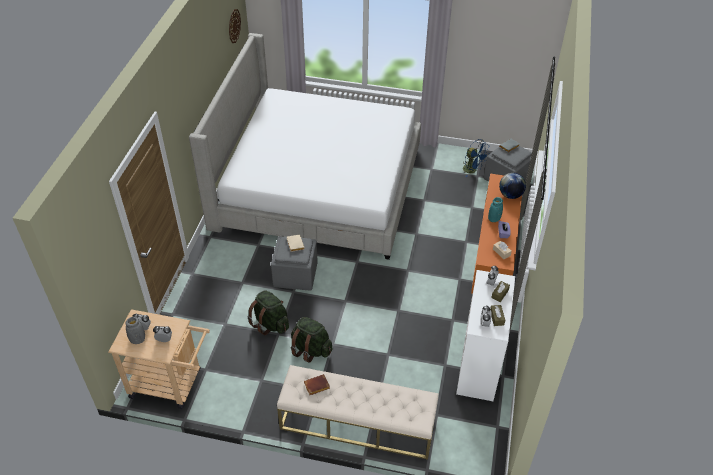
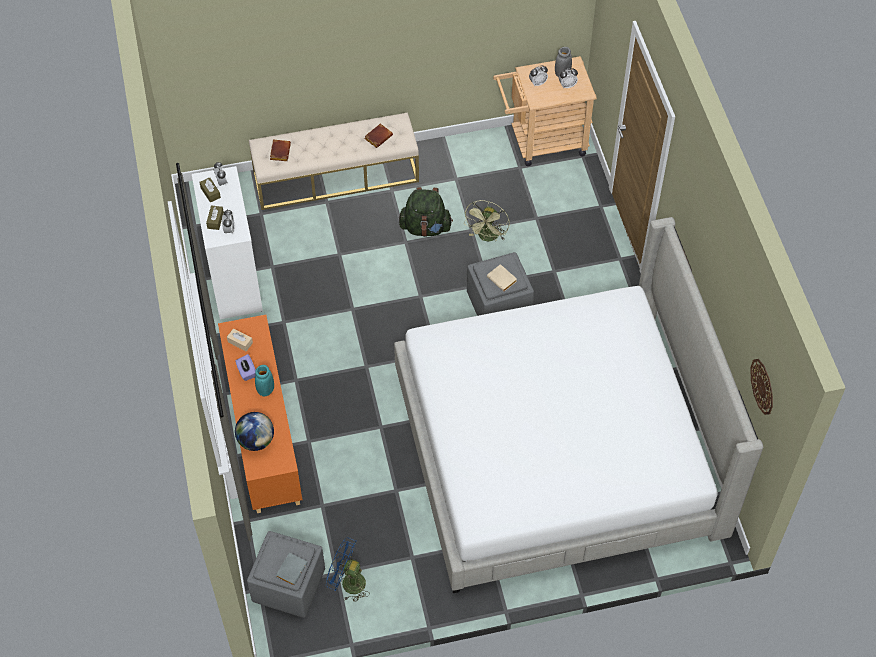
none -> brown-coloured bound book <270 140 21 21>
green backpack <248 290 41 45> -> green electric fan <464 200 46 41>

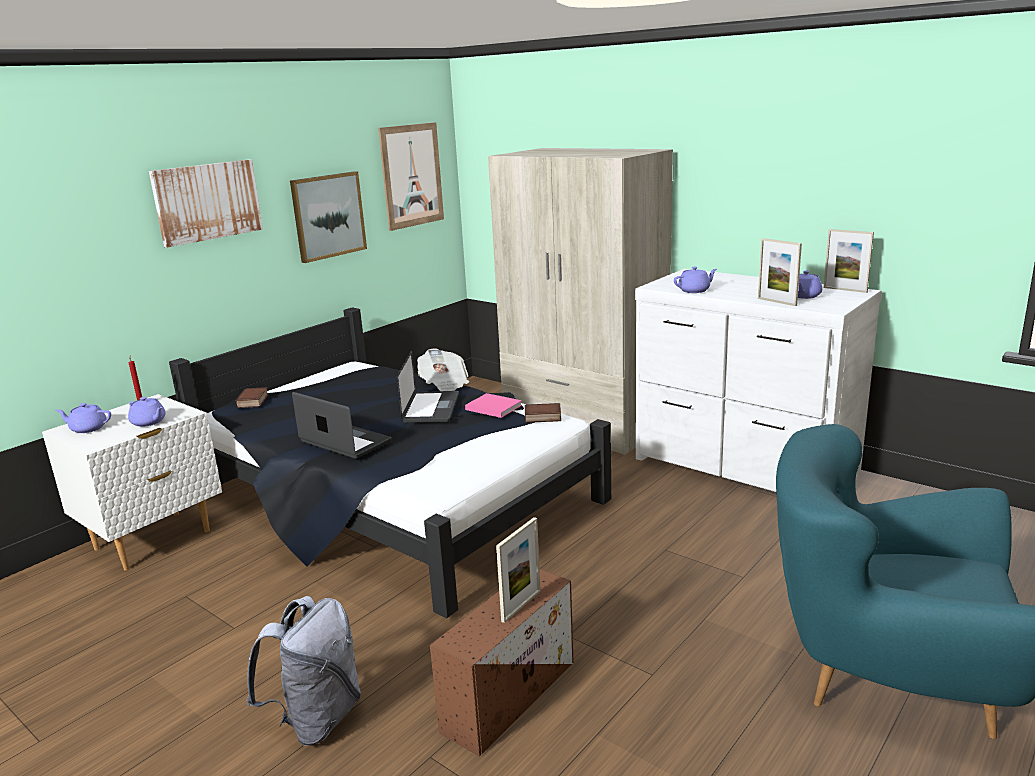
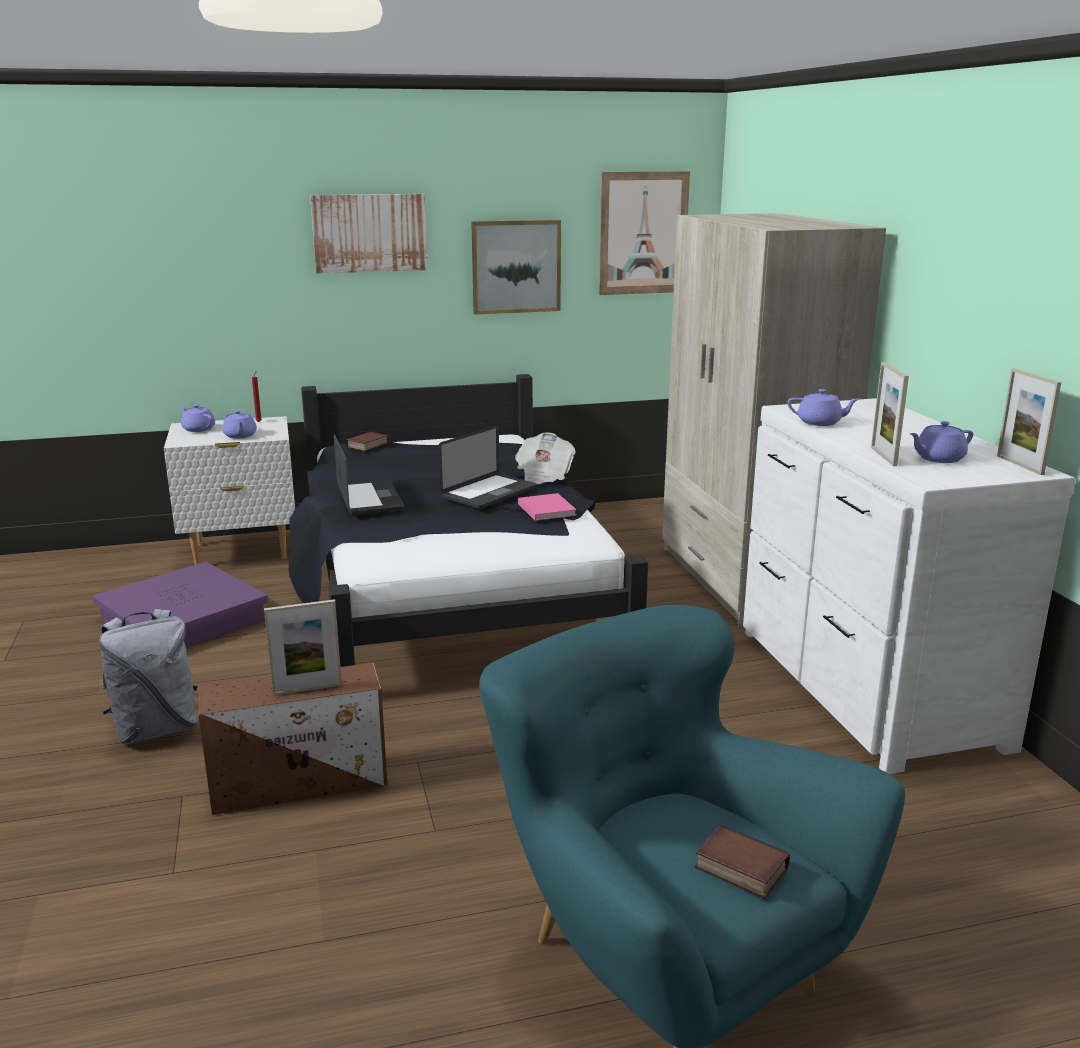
none -> purplish storage box <92 562 176 86>
bound book <525 403 36 20> -> bound book <695 825 95 74>, move

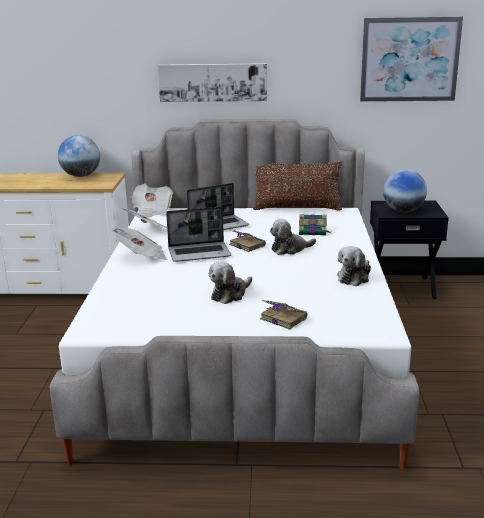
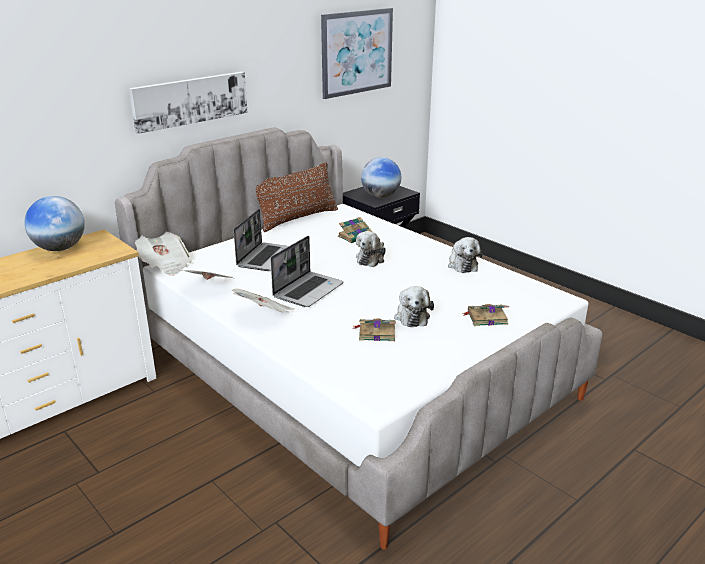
bound book <229 229 37 23> -> bound book <354 319 42 22>, move

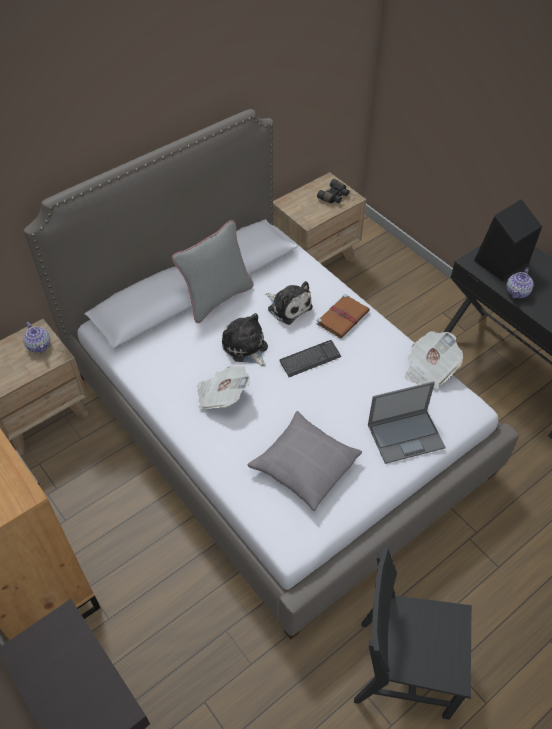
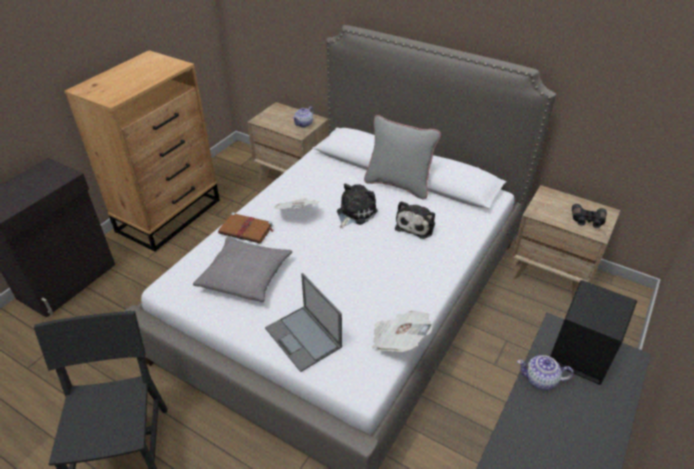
computer keyboard <279 340 62 37> -> none
brown-coloured bound book <317 294 53 44> -> brown-coloured bound book <218 212 55 31>, move

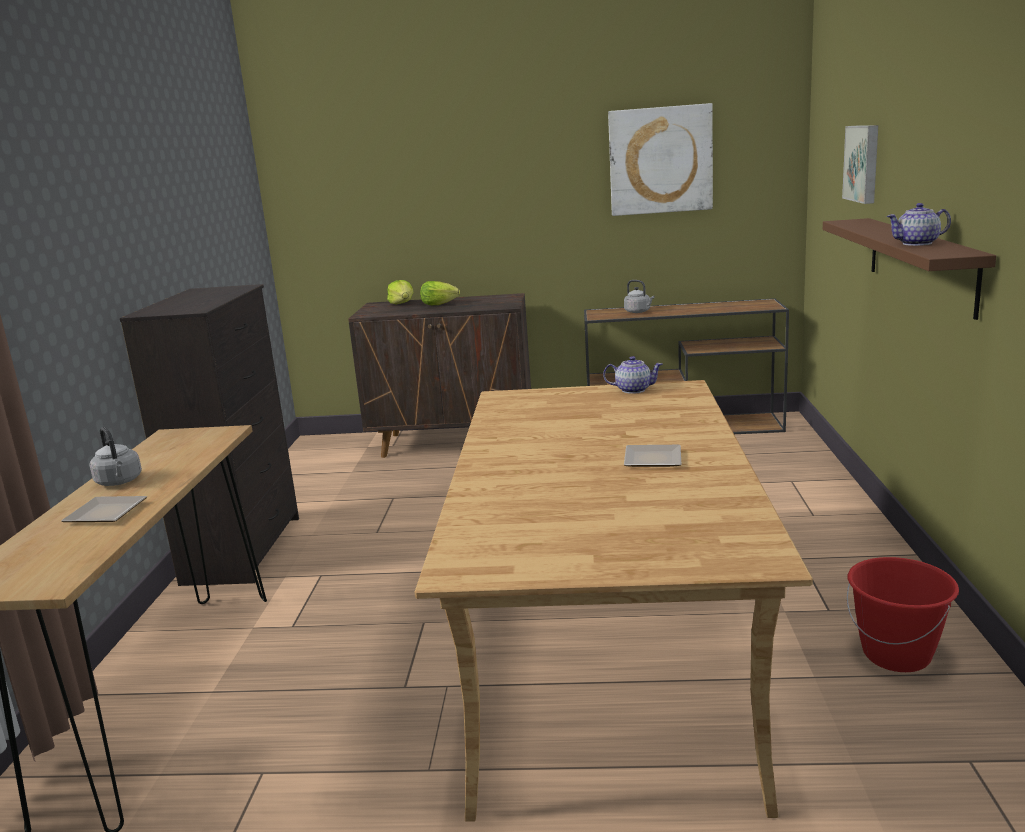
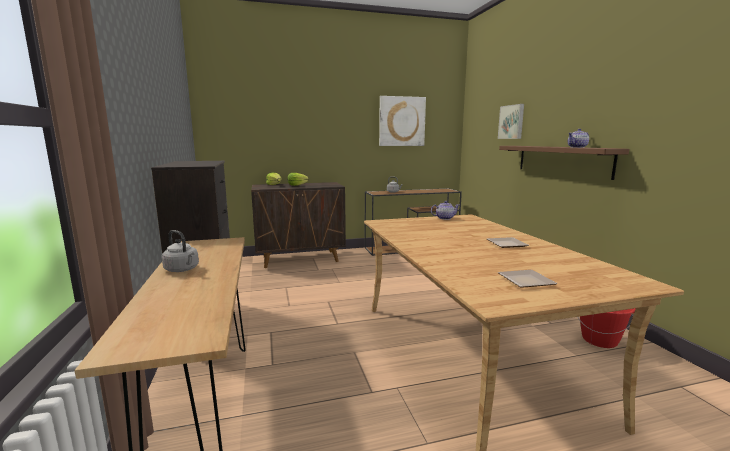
flat dish <61 496 86 26> -> flat dish <498 270 60 18>, move

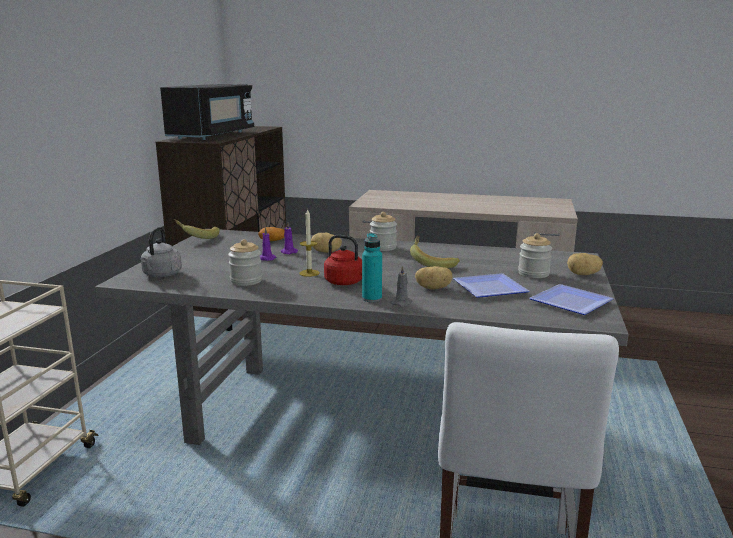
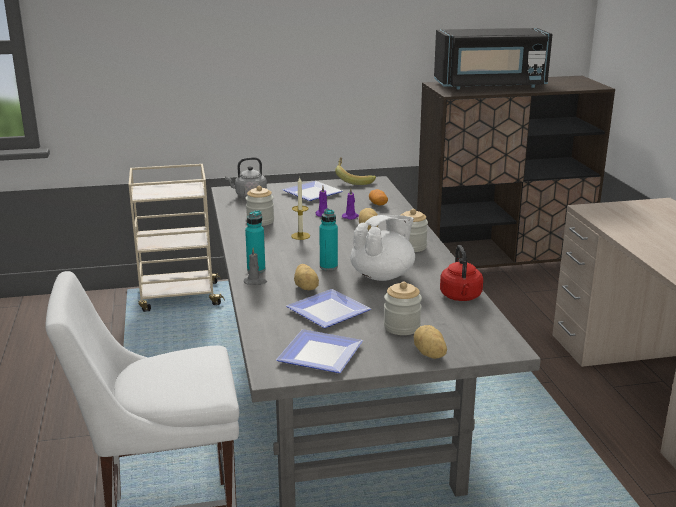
none -> flat dish <282 181 61 20>
none -> turquoise-coloured beverage bottle <319 209 19 62>
red-coloured water kettle <324 235 38 50> -> red-coloured water kettle <440 245 43 56>, move
banana fruit <410 235 50 33> -> white pot for tea <350 215 65 66>

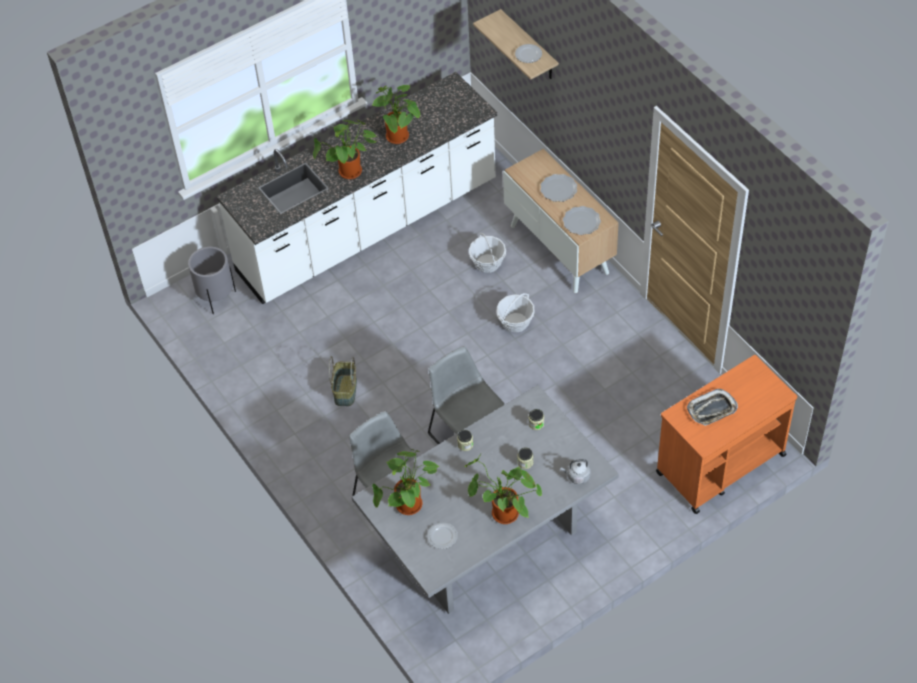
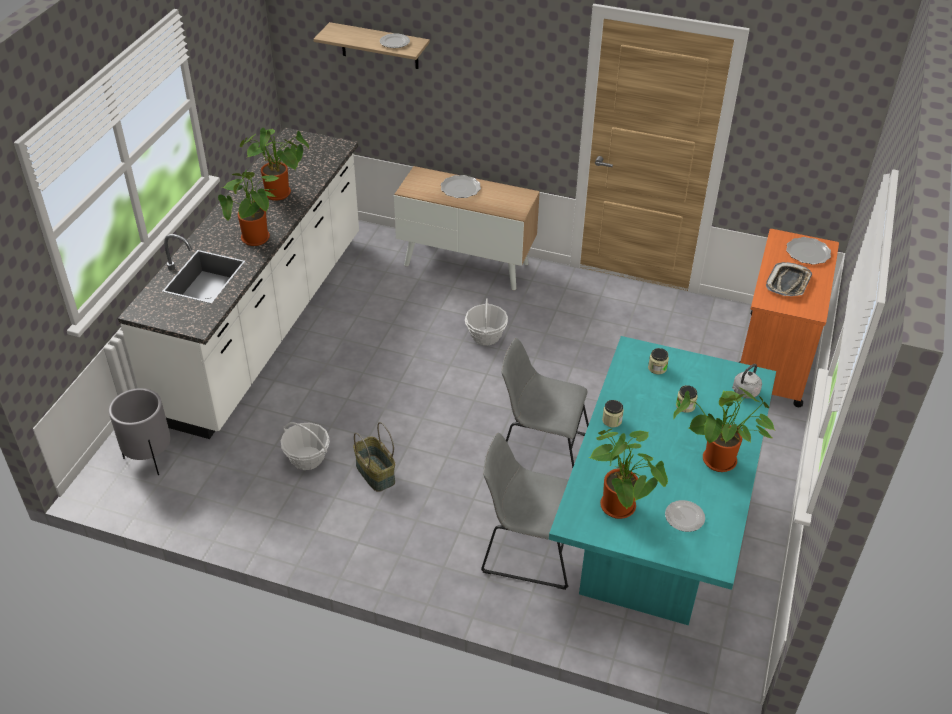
basket <469 233 37 40> -> basket <281 422 49 48>, move
flat dish <563 206 38 29> -> flat dish <786 237 45 28>, move
gray dining table <352 385 267 229> -> turquoise-coloured dining table <549 336 227 289>

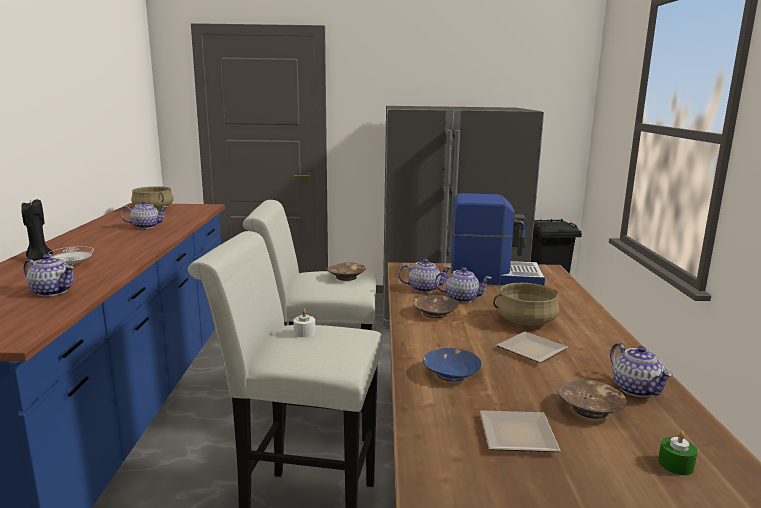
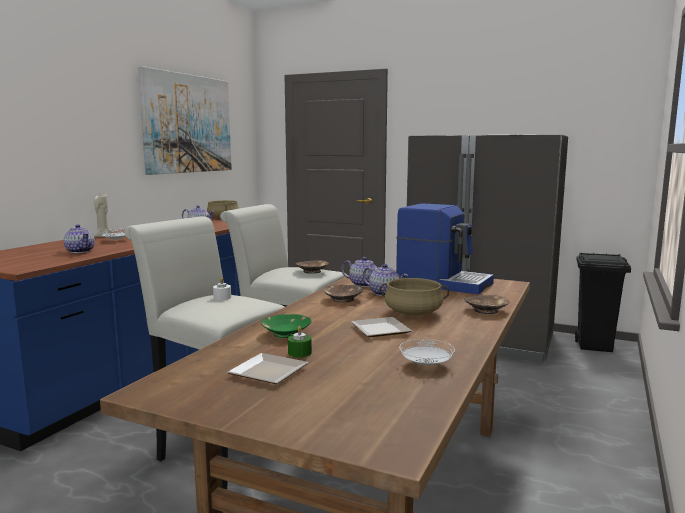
none -> wall art <138 66 94 109>
brown-coloured serving bowl <558 380 69 39> -> brown-coloured serving bowl <464 295 45 19>, move
green wax light <658 431 40 44> -> green wax light <288 326 24 32>, move
pot for tea <610 343 63 54> -> white flat dish <399 339 56 27>
blackish wax light <21 199 32 62> -> beige-coloured wax light <94 194 20 44>
bluish serving bowl <423 348 58 33> -> green serving bowl <261 314 50 24>

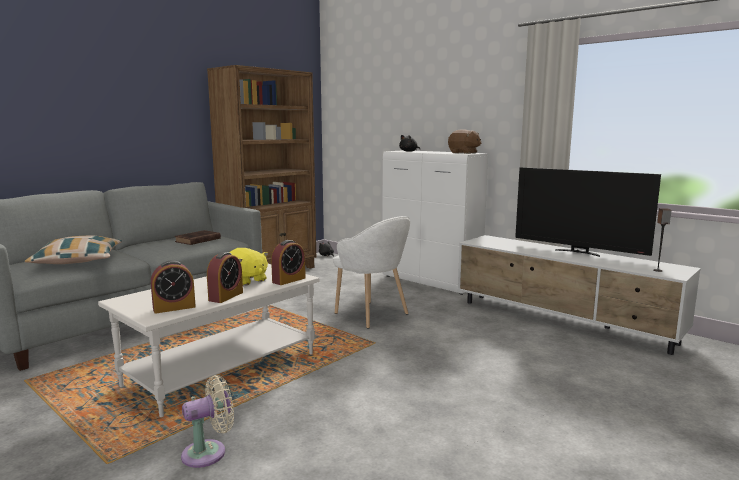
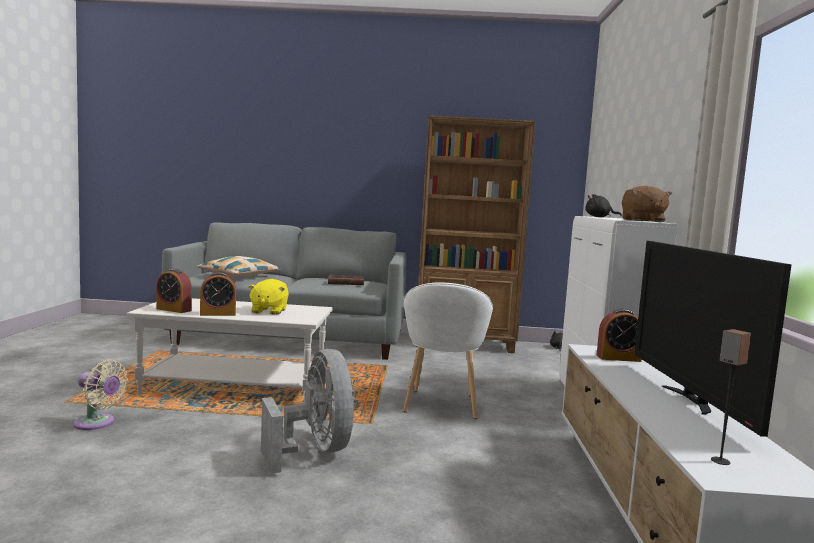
none -> gray electric fan <261 349 94 125>
alarm clock <271 240 35 45> -> alarm clock <597 309 45 53>, move

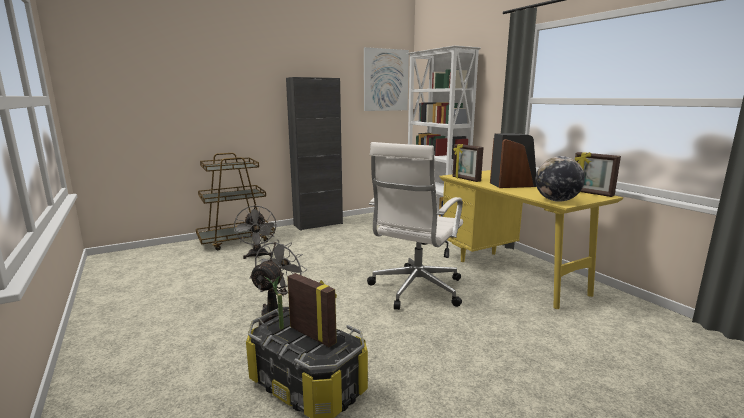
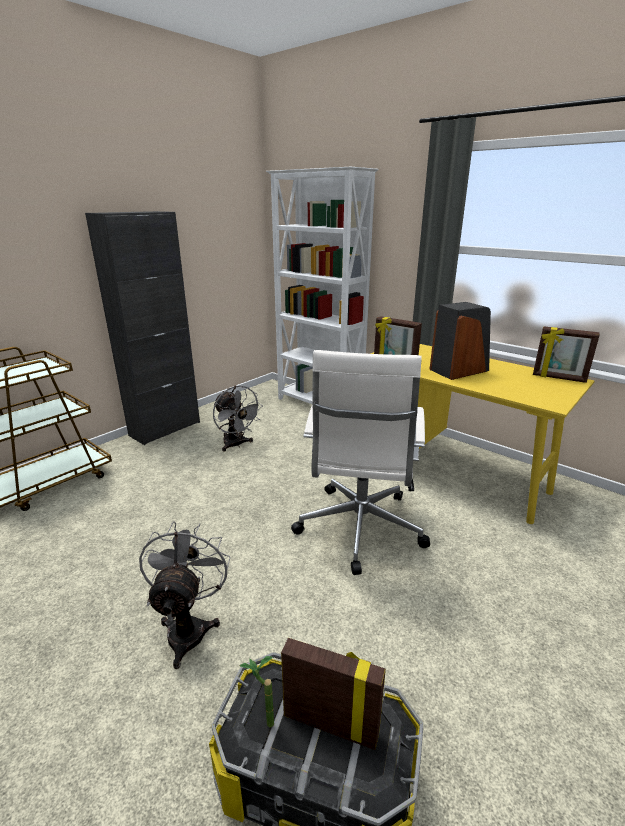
wall art <364 47 45 64> -> none
desk globe <535 156 50 46> -> none
gray electric fan <234 205 43 54> -> gray electric fan <213 386 50 66>, move

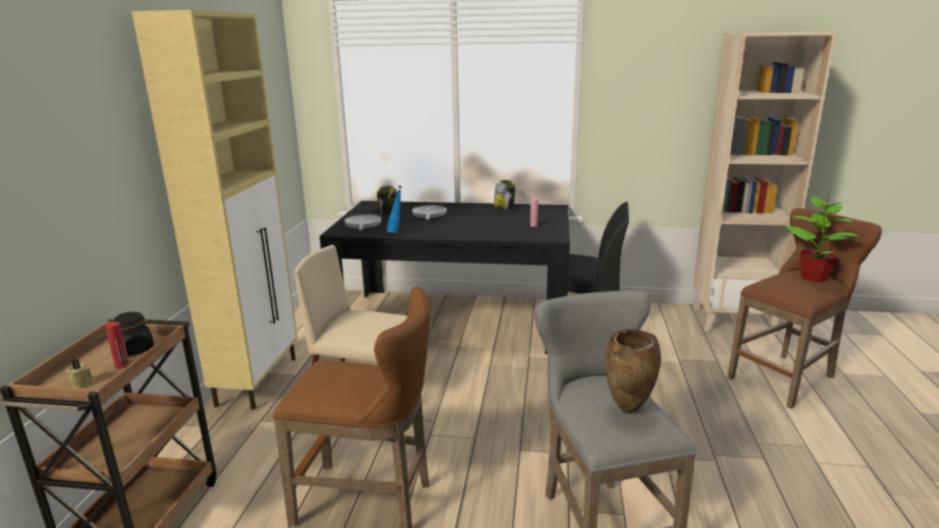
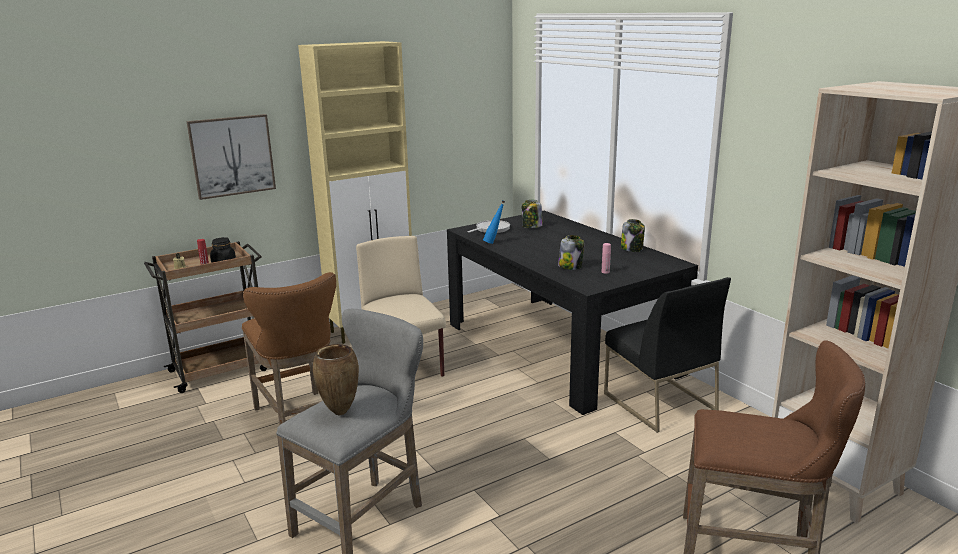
pan <412 205 35 15> -> none
potted plant <784 194 76 88> -> none
none -> wall art <187 114 89 86>
none -> preserve jar <558 235 26 35>

